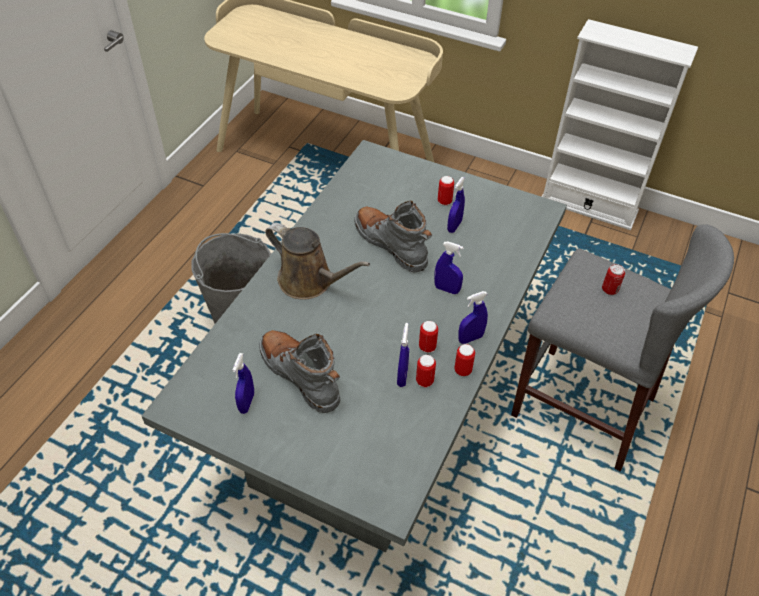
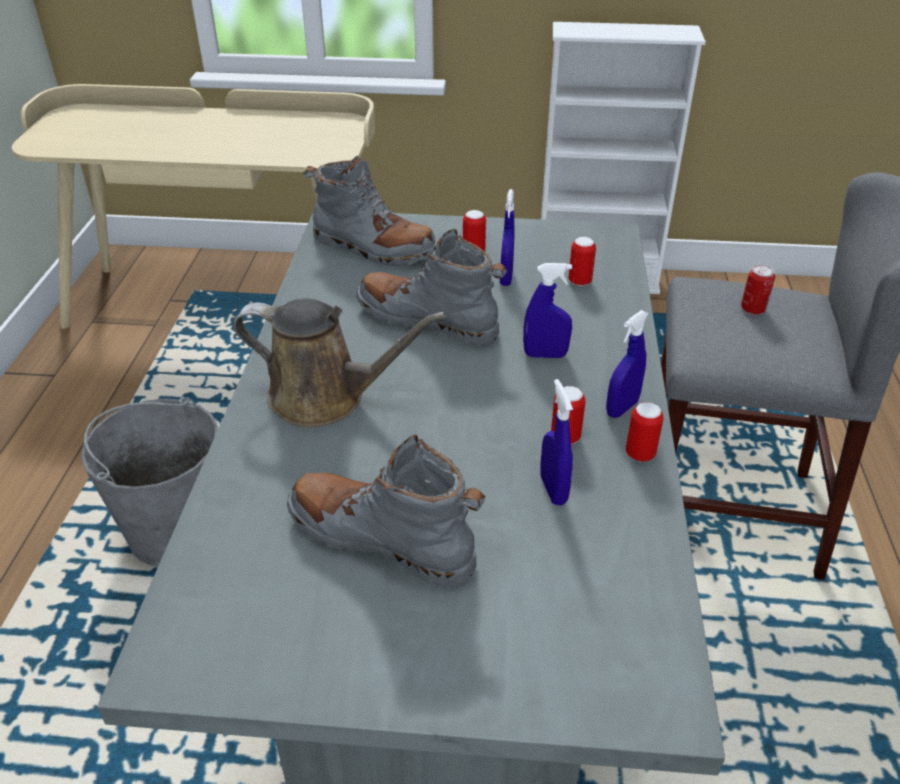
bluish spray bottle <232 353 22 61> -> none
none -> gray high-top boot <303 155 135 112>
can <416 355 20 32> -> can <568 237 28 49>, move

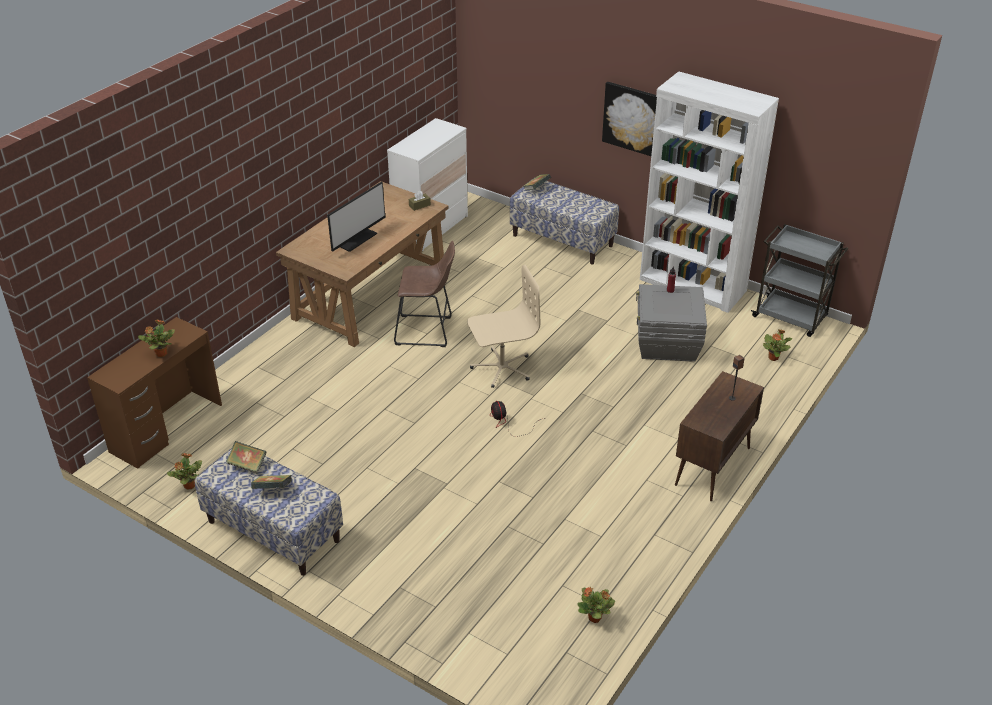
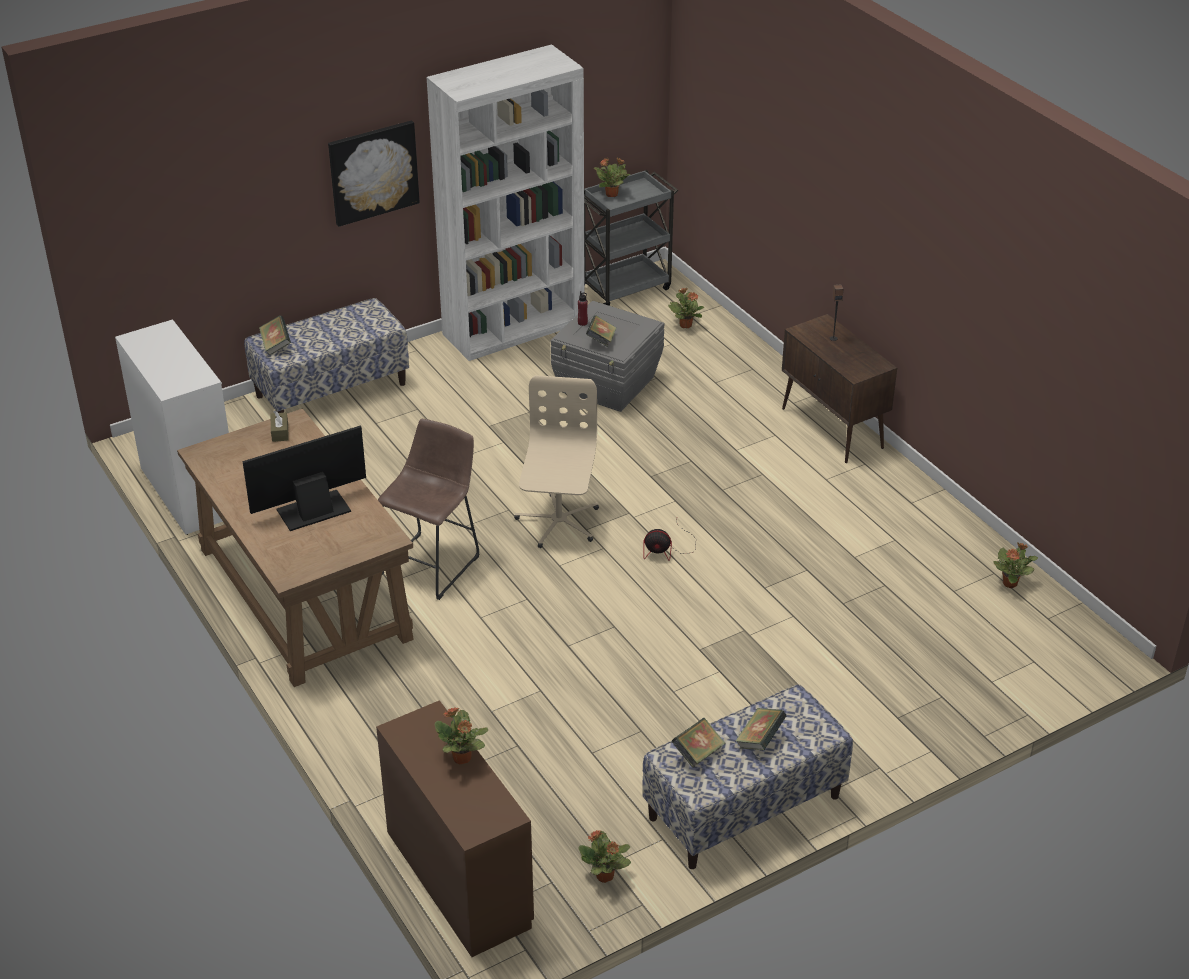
none -> bound book <586 315 31 32>
none -> potted plant <594 158 36 39>
computer display <327 182 59 70> -> computer display <242 426 124 105>, 90 degrees counterclockwise

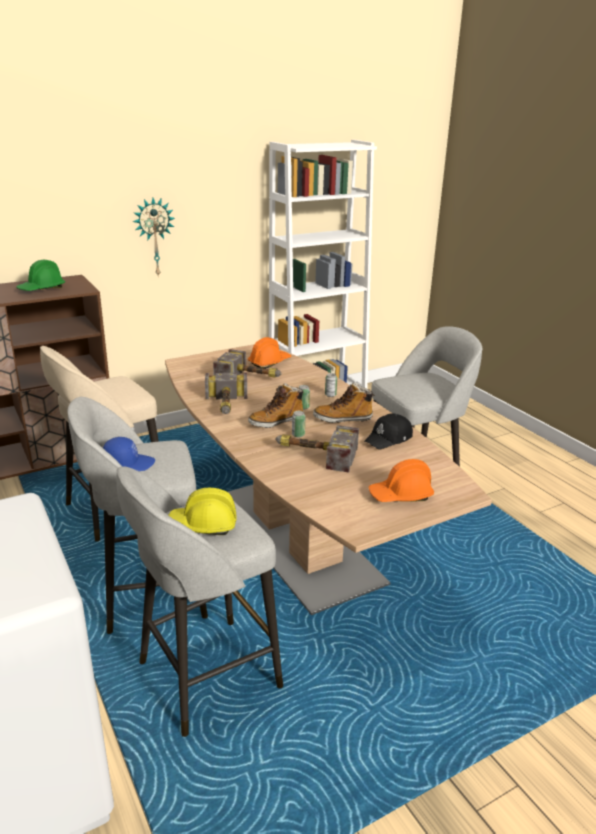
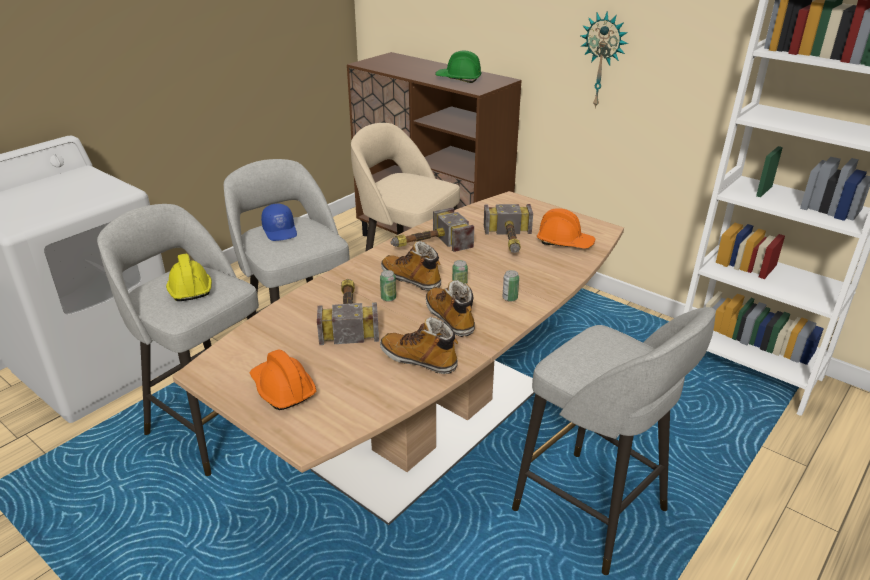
blackish peaked cap <364 413 49 36> -> high-top boot <380 317 78 57>

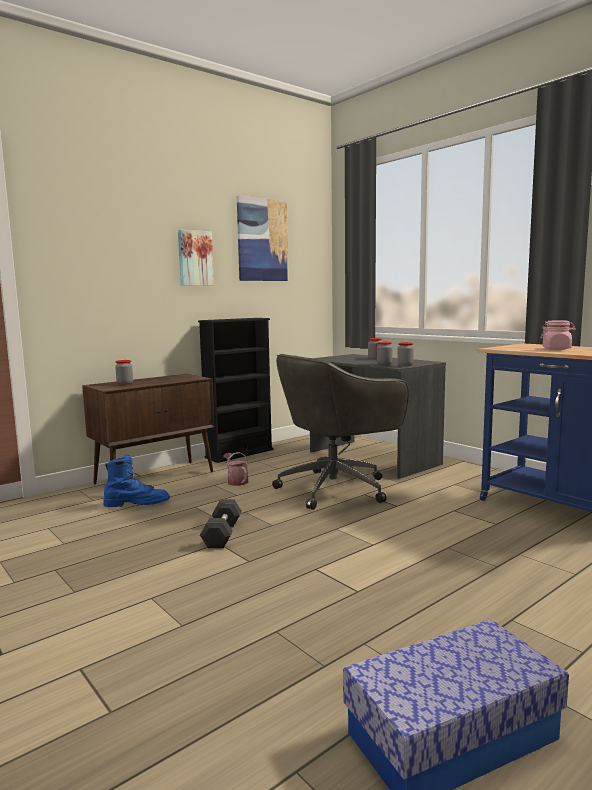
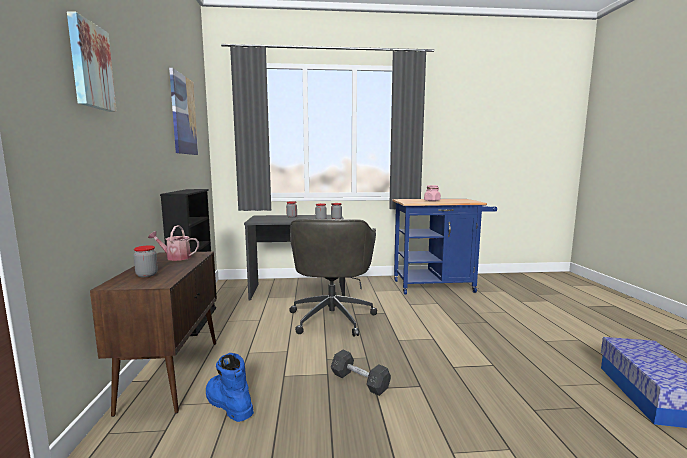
wall art <178 229 36 57> -> wall art <67 11 50 101>, move
watering can <223 452 25 34> -> watering can <148 225 51 36>, move
bluish high-top boot <104 455 66 52> -> bluish high-top boot <206 353 48 69>, 75 degrees counterclockwise

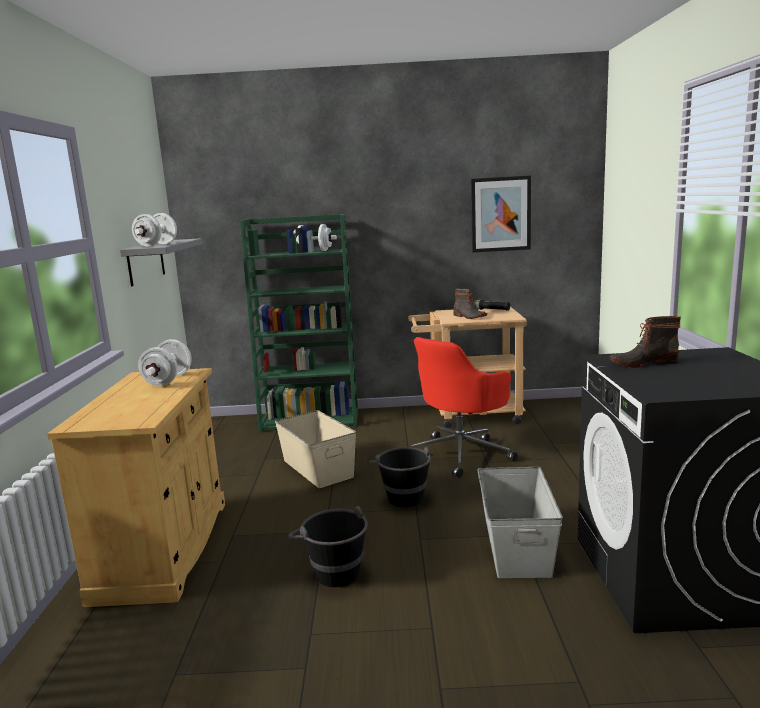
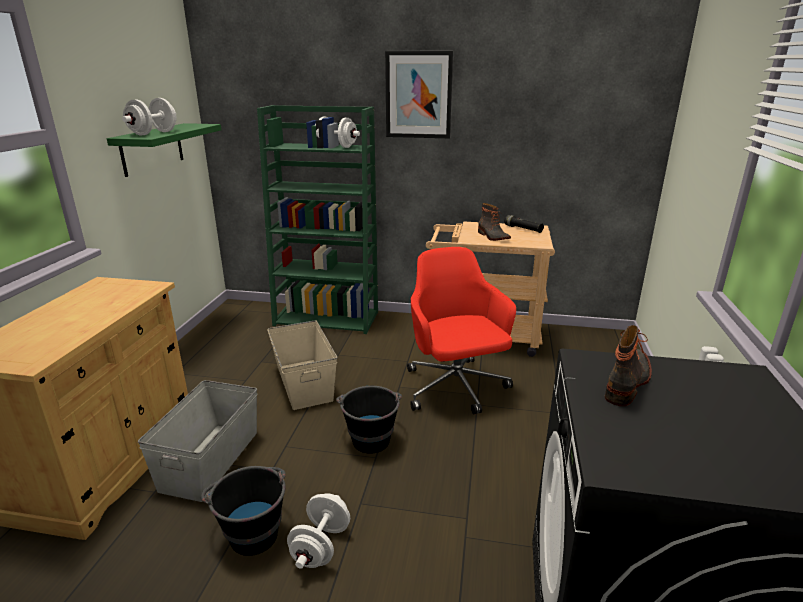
white dumbbell <138 339 54 47> -> white dumbbell <287 493 63 76>, move
wall art <471 175 60 77> -> wall art <385 51 68 88>, move
gray storage box <477 467 86 111> -> gray storage box <138 380 119 122>, move
gray shelf <120 238 83 48> -> green shelf <107 123 115 54>
red-coloured desk chair <411 337 106 141> -> red-coloured desk chair <407 247 109 167>, 105 degrees clockwise
high-top boot <609 316 72 52> -> high-top boot <605 325 47 81>, 120 degrees clockwise

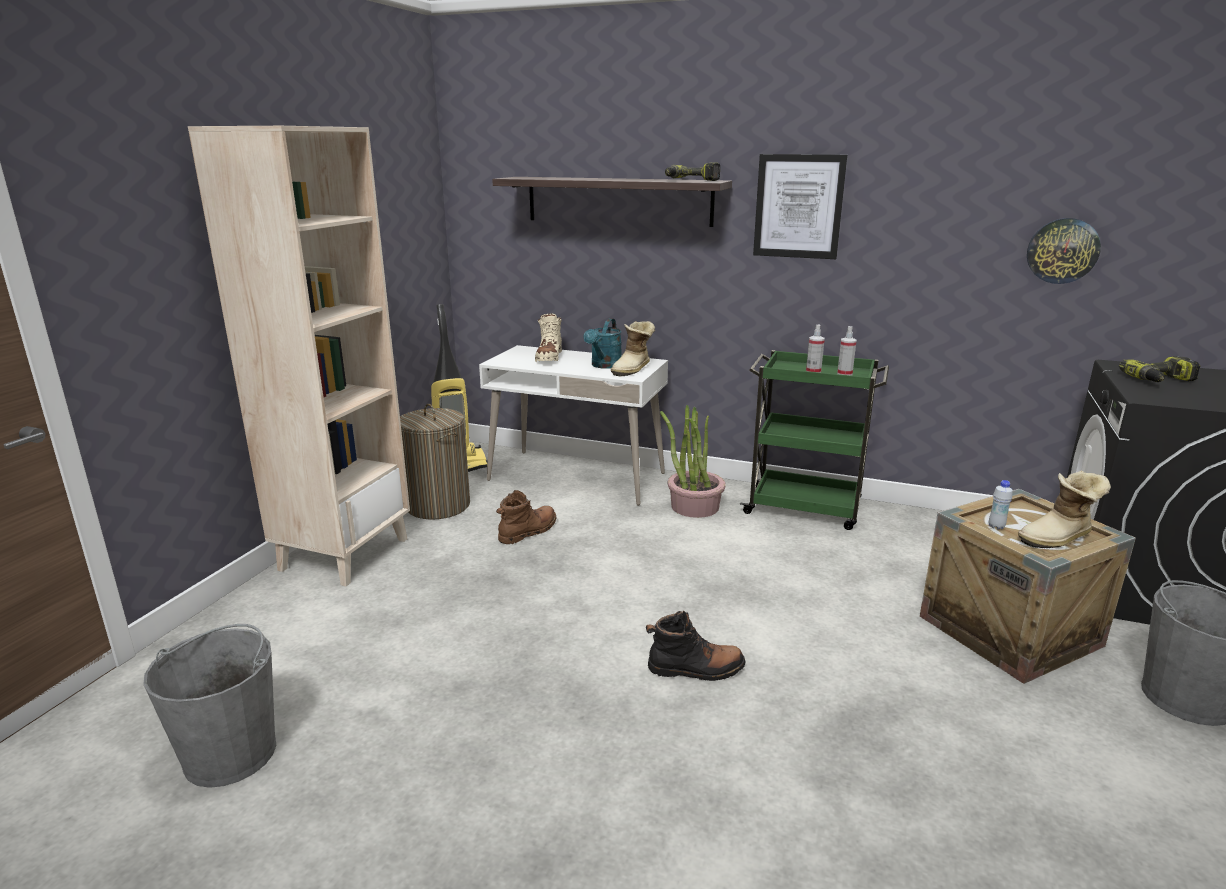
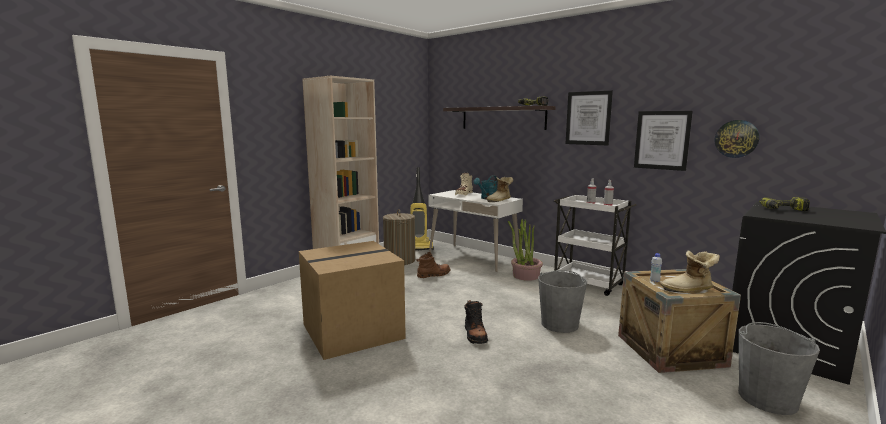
none -> carton <299 241 107 119>
none -> wall art <634 111 59 60>
gray pail <143 624 133 164> -> gray pail <538 270 49 63>, move
green cart <740 350 149 180> -> white cart <554 195 82 101>
blackish high-top boot <646 611 100 70> -> blackish high-top boot <464 300 24 44>, 60 degrees clockwise

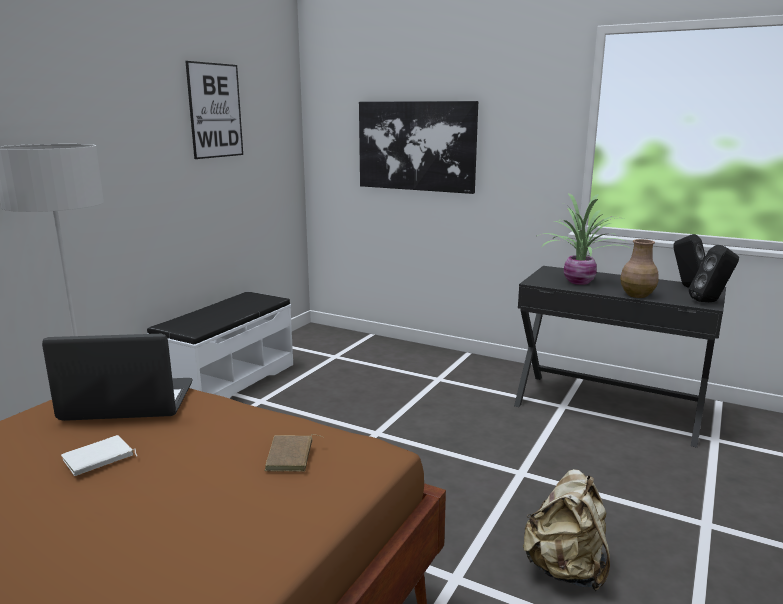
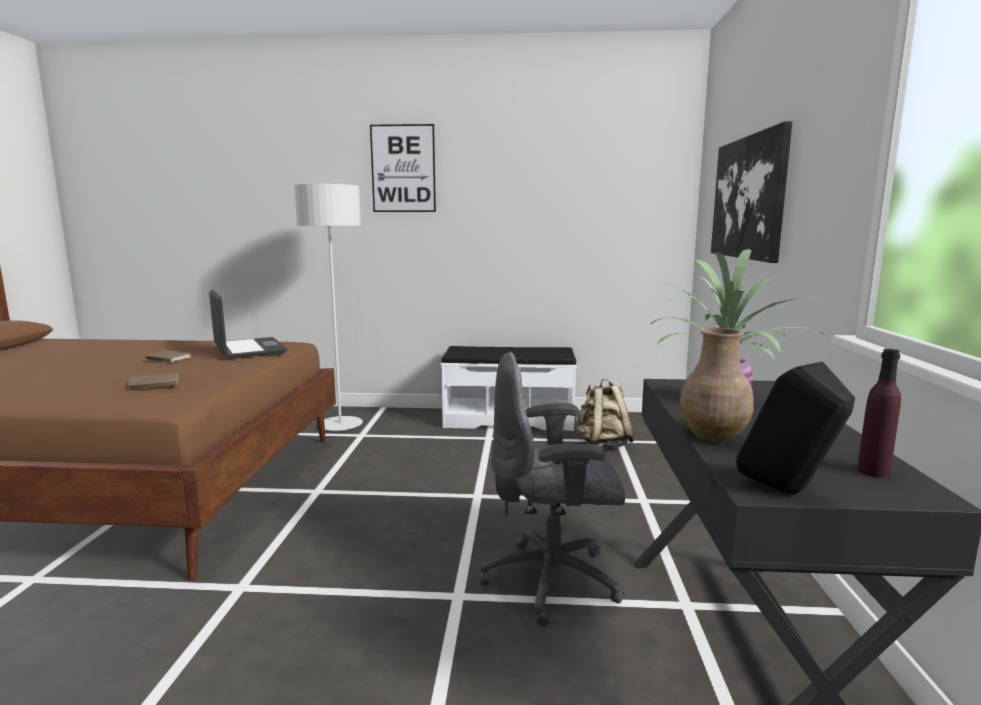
none -> gray desk chair <480 352 145 274>
wall art <185 61 58 98> -> wall art <370 124 66 88>, move
beige-coloured backpack <522 469 88 122> -> beige-coloured backpack <576 379 59 69>, move
blackish speaker <673 234 32 54> -> purplish beverage bottle <857 349 44 129>
white bound book <61 435 76 41> -> brown-coloured bound book <146 350 45 12>

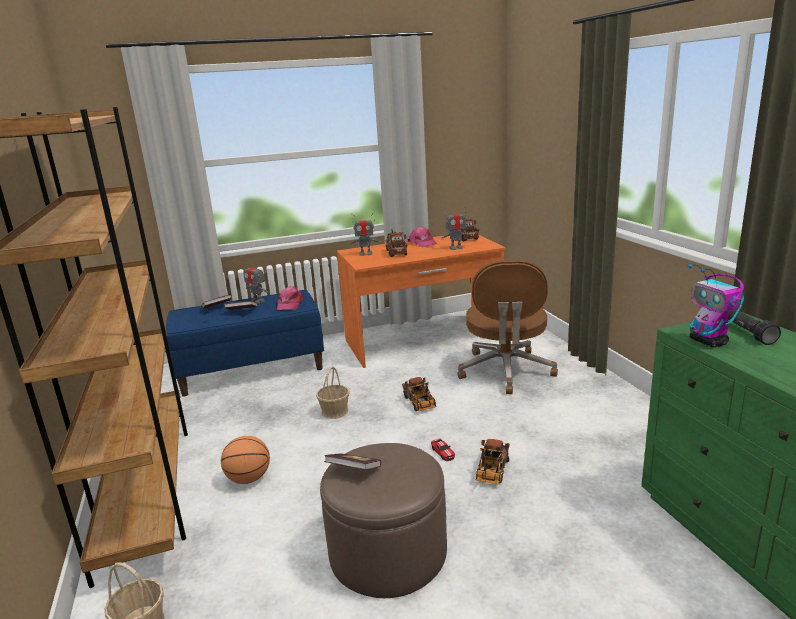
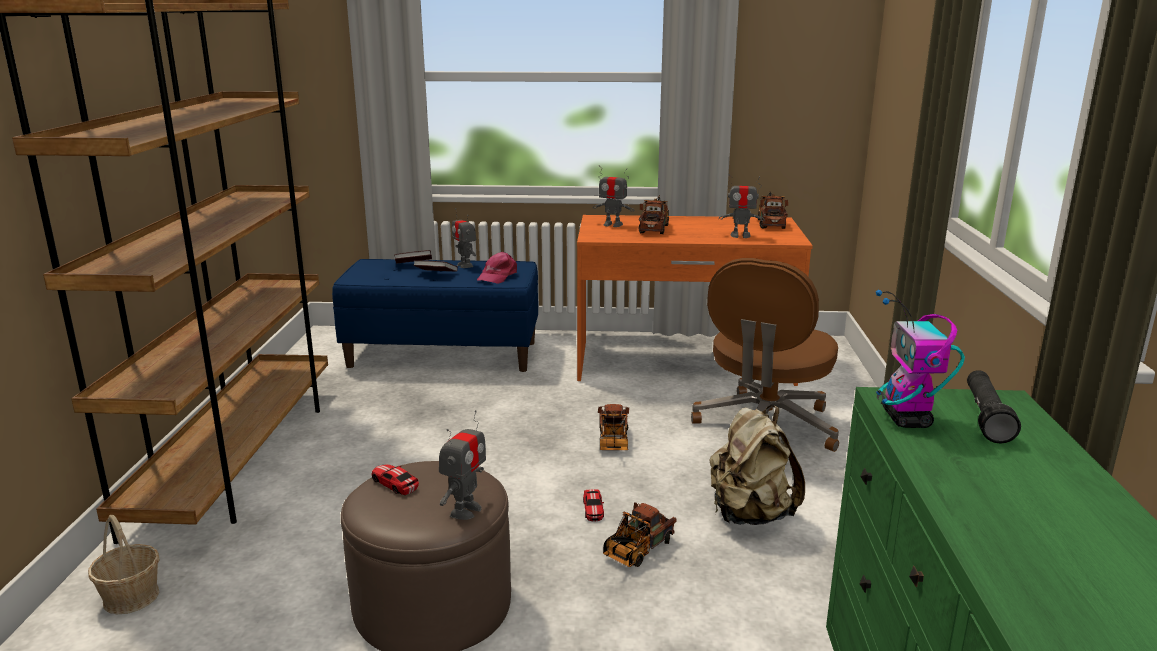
basketball <221 436 49 48> -> none
basket <316 366 34 53> -> none
pink peaked cap <408 227 29 20> -> none
none -> toy robot <439 410 47 110>
none -> beige-coloured backpack <710 405 95 120>
bound book <324 453 57 17> -> miniature car <372 464 47 31>

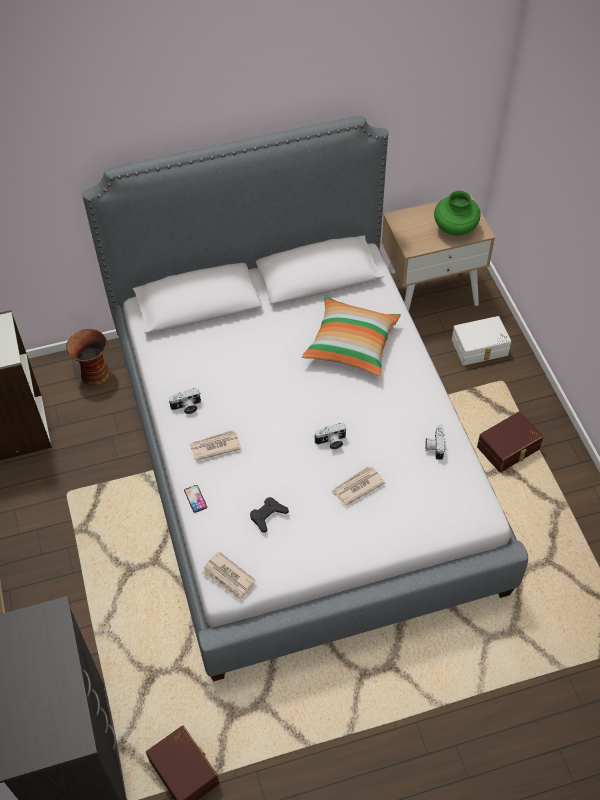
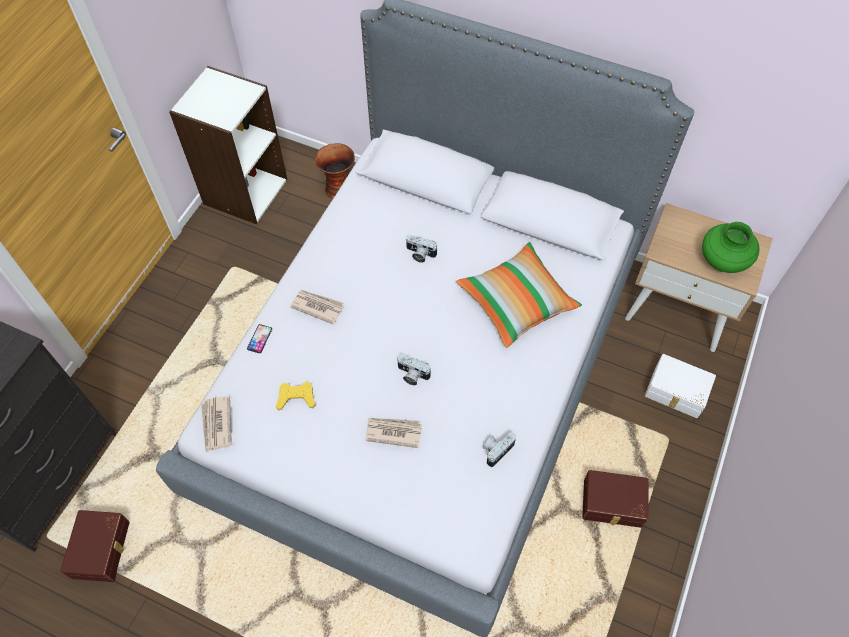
still camera <168 388 33 26> -> still camera <406 235 32 28>, move
blackish joypad <250 497 39 36> -> yellowish joypad <276 382 39 29>

